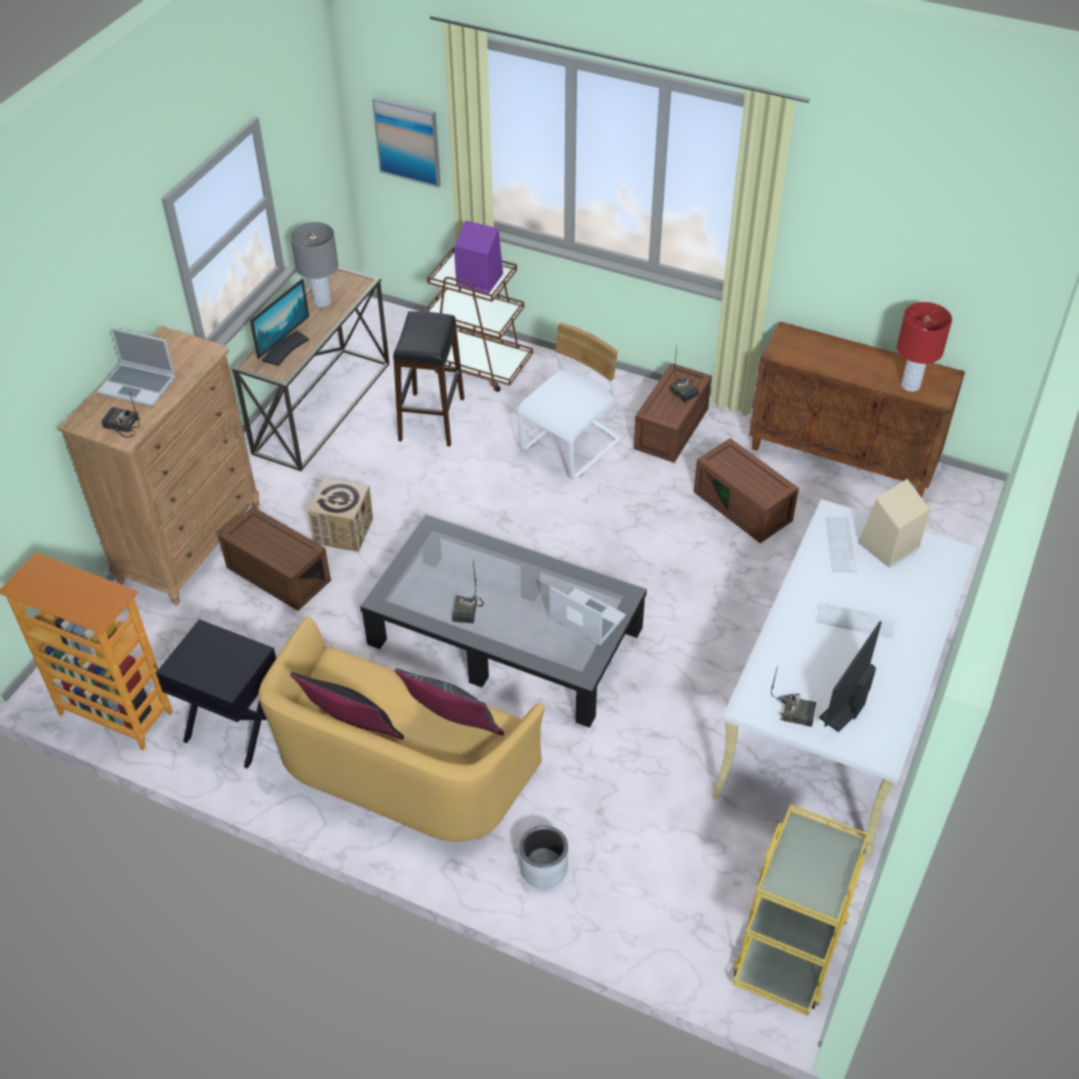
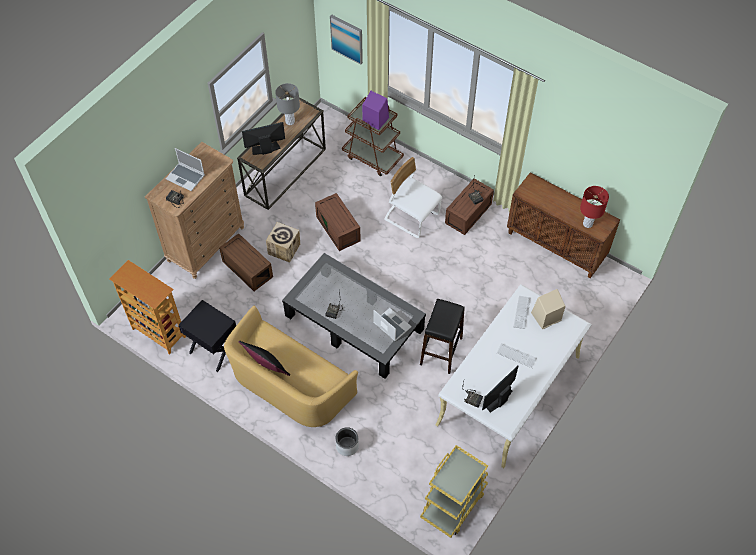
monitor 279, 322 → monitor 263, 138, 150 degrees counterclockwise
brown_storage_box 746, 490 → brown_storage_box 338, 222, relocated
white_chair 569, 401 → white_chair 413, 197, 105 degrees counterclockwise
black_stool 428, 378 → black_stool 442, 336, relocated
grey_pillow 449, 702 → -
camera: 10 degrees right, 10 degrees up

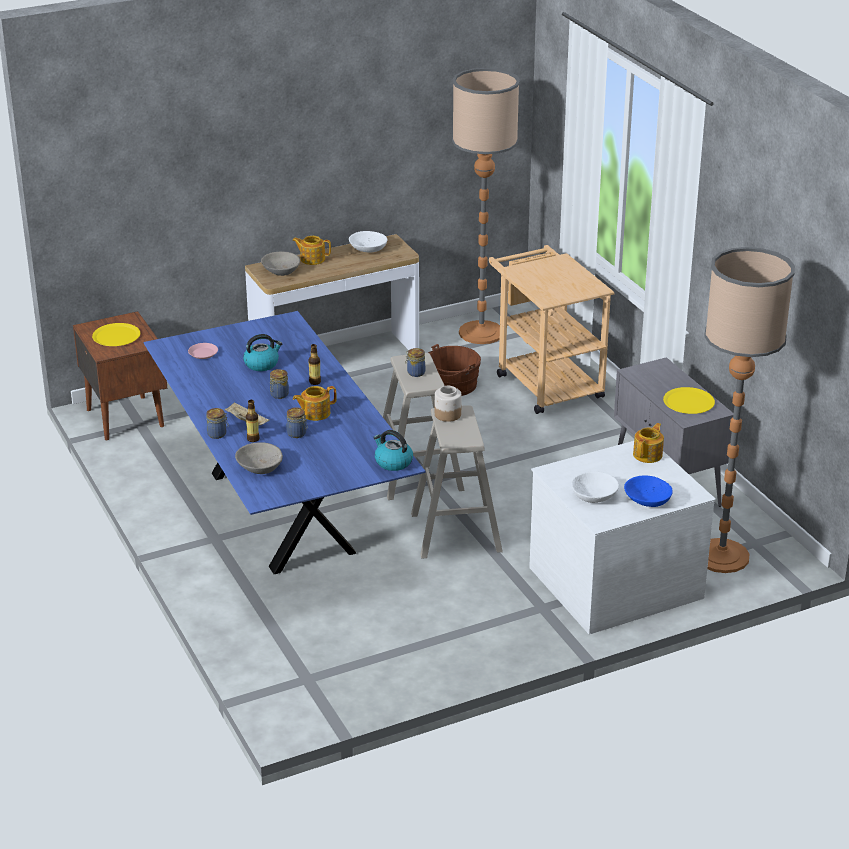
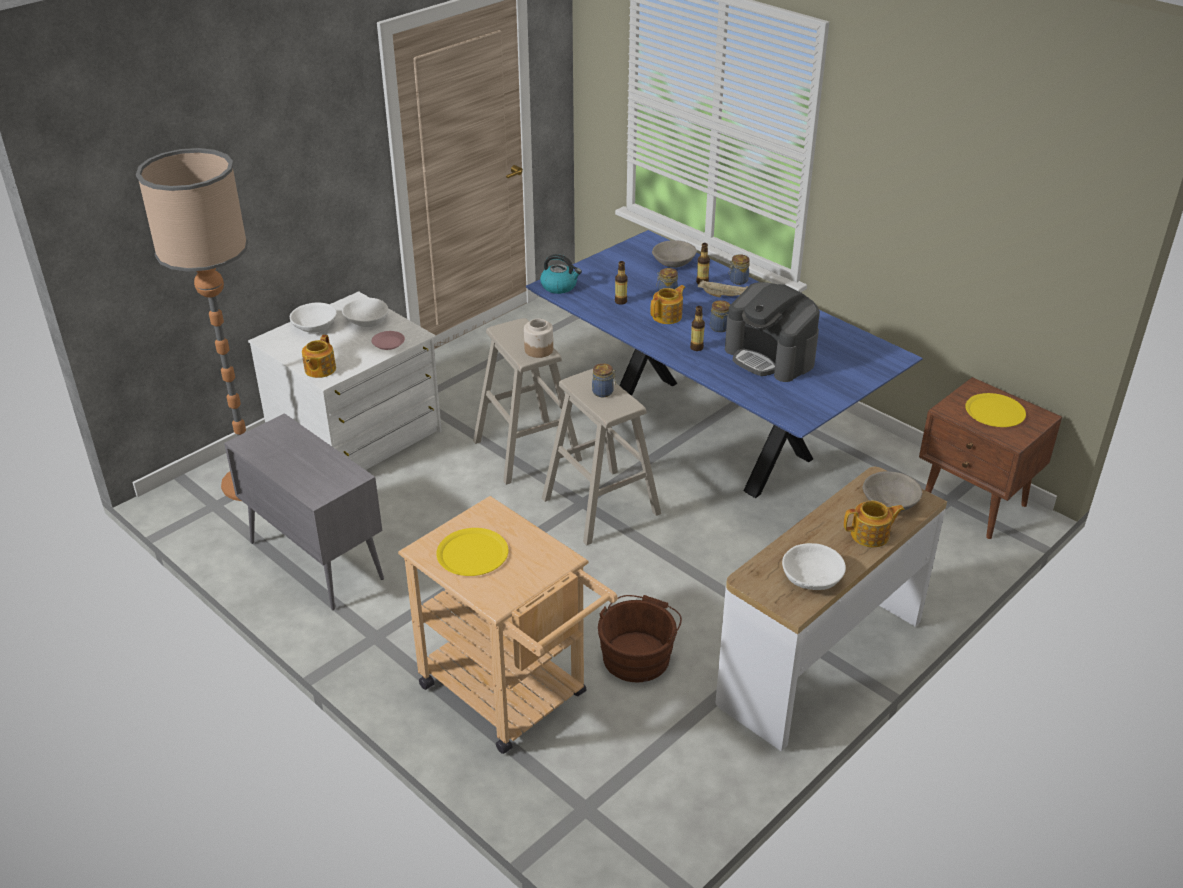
blue_bowl 648, 491 → white_bowl 313, 317
pink_plate 203, 351 → pink_plate 388, 340, relocated
yellow_plate 689, 400 → yellow_plate 472, 552, relocated
- → bottle 621, 283
kettle 262, 352 → coffee_machine 772, 332
floor_lamp 486, 206 → -
camera: 160 degrees right, 5 degrees up

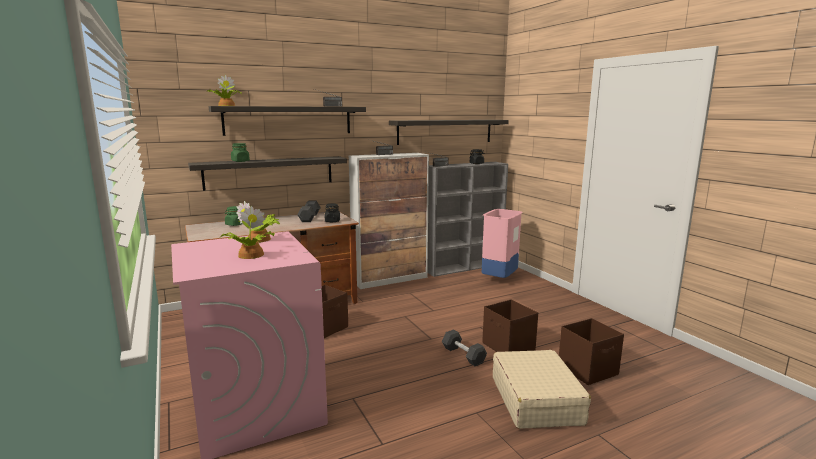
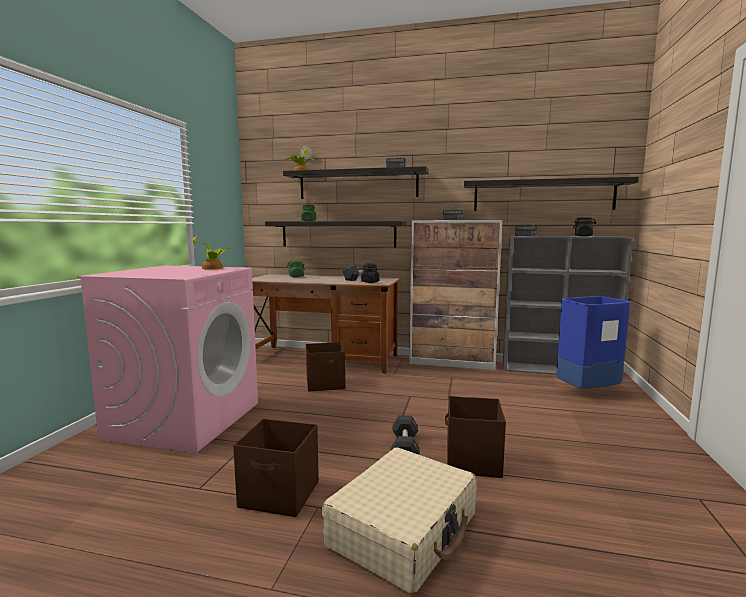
brown_storage_box 591, 351 → brown_storage_box 276, 468, relocated
pink_trash_can 502, 243 → blue_trash_can 593, 342
potted_plant 247, 232 → -
camera: 40 degrees right, 5 degrees down

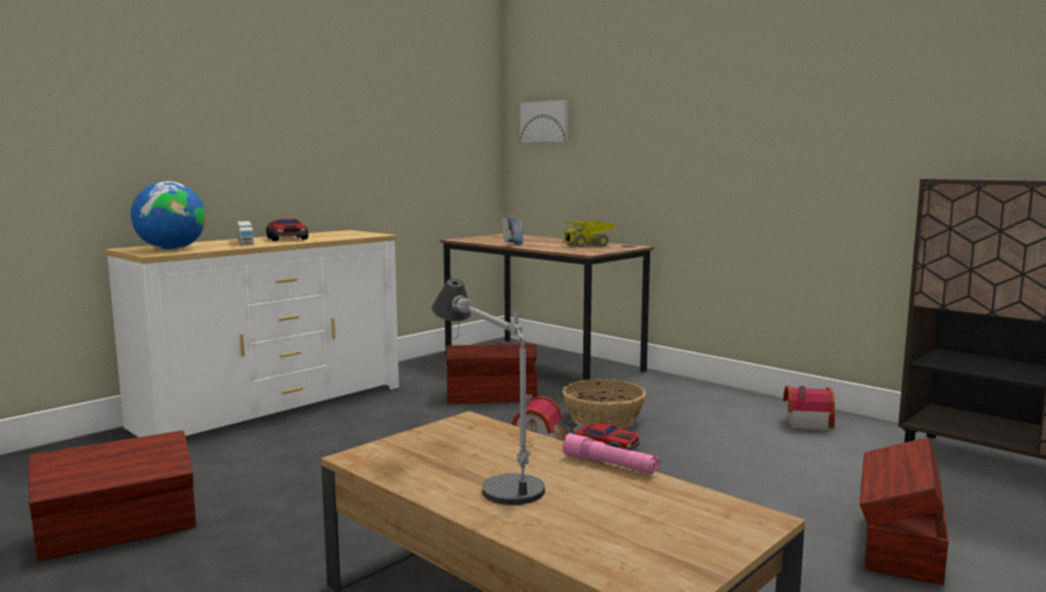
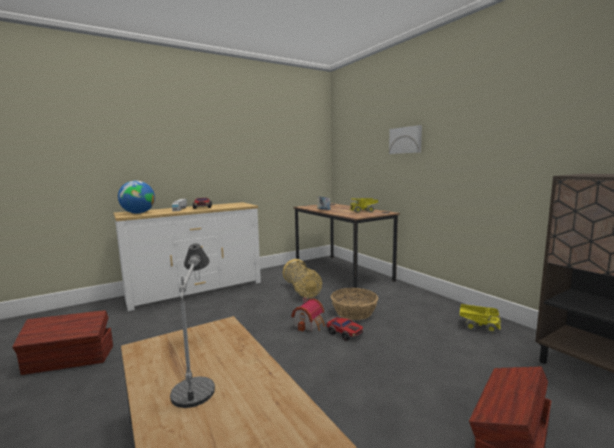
brown_storage_box 491, 374 → basket 302, 278
picture 544, 121 → picture 405, 139, relocated
toy_house 809, 408 → toy_truck 481, 318
pink_flashlight 611, 453 → -
camera: 15 degrees right, 0 degrees up

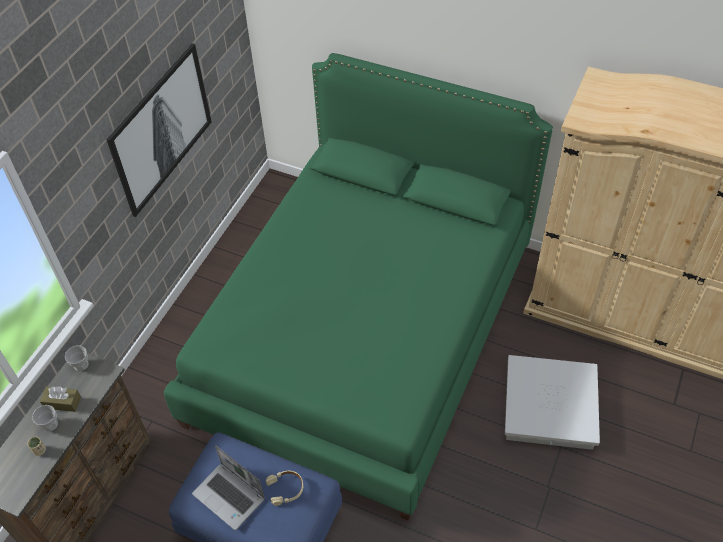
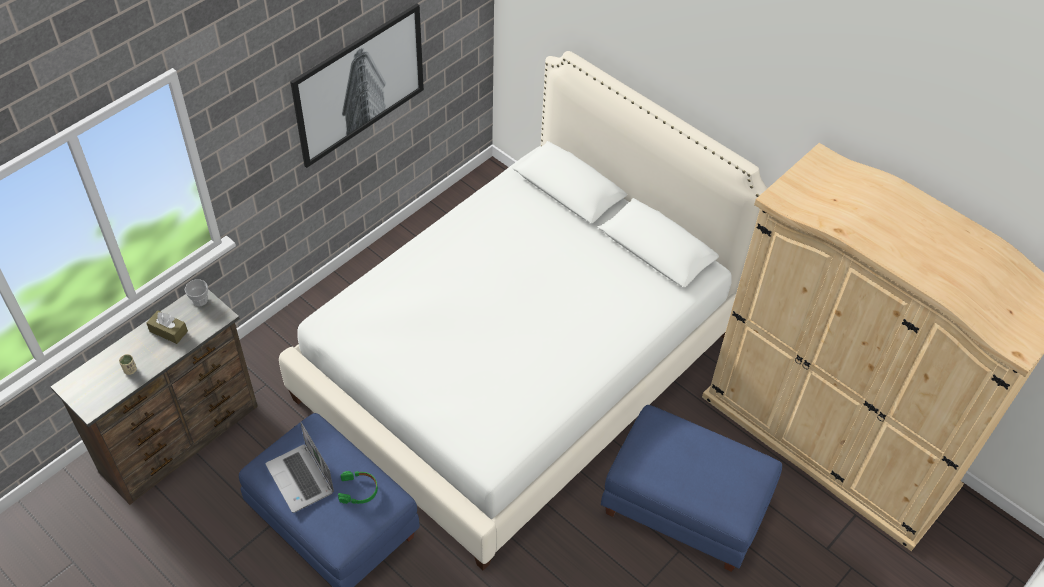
green_bed 358, 287 → white_bed 523, 310
beige_headphones 284, 488 → green_headphones 358, 487
white_storage_box 552, 402 → blue_ottoman 691, 488
cup 45, 418 → -
camera: 15 degrees right, 0 degrees up

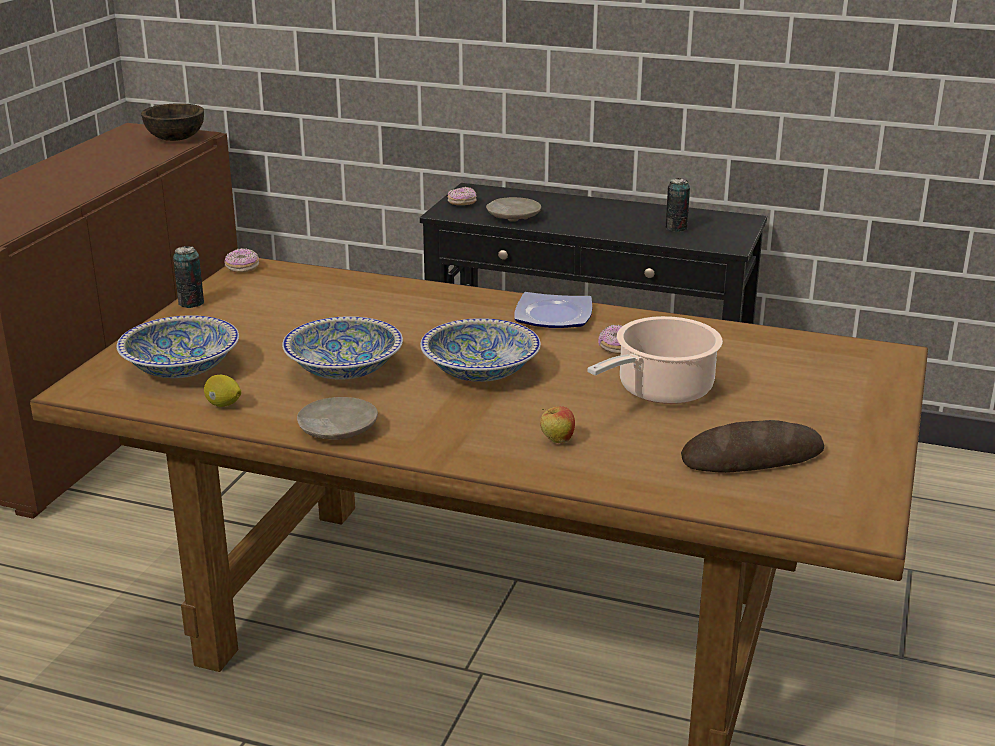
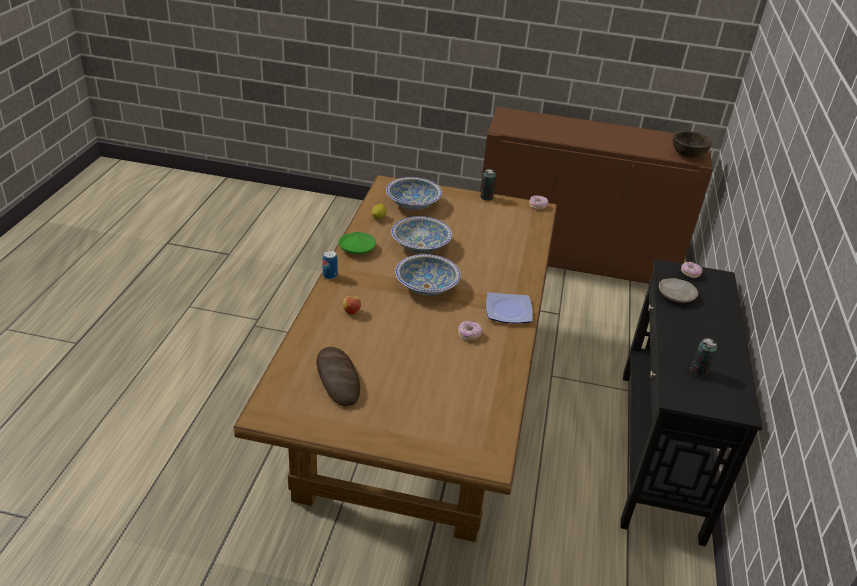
- → can 330, 265
beige_plate 337, 418 → green_plate 357, 243
cooking_pot 655, 360 → -
camera: 80 degrees right, 10 degrees up

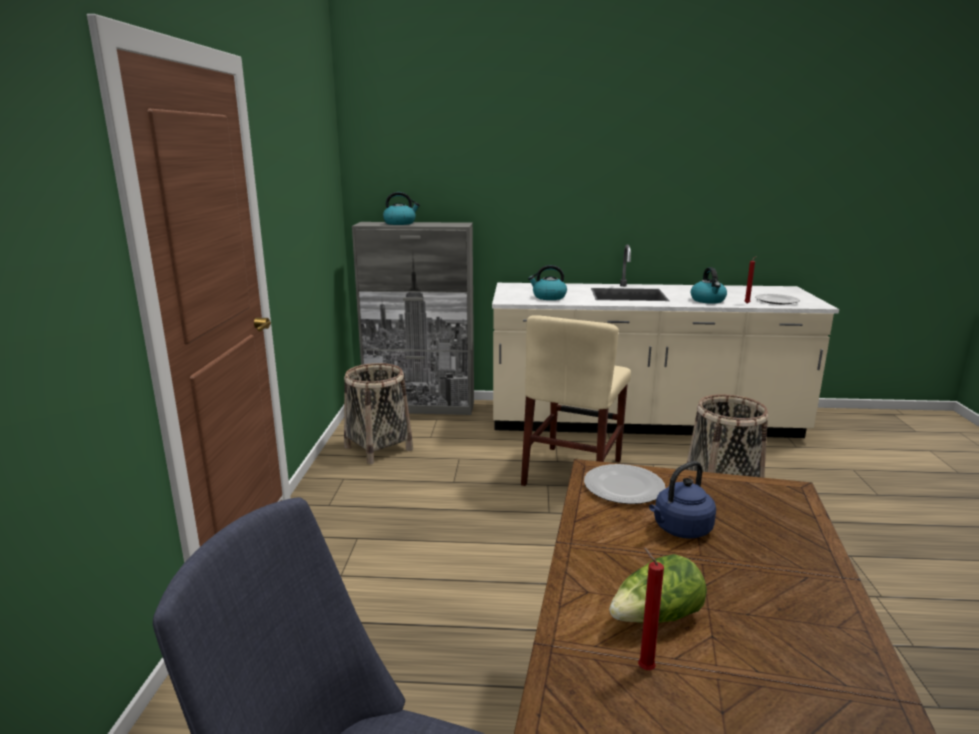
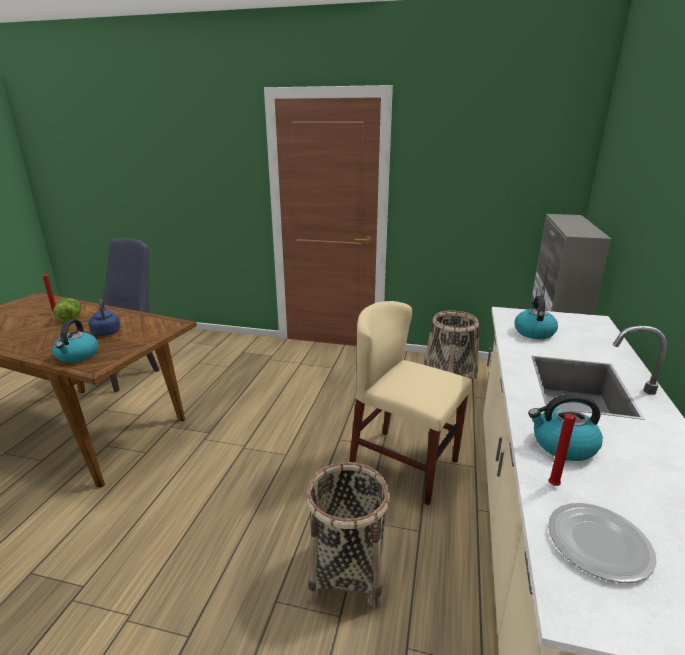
kettle 401, 208 → kettle 75, 341, relocated
plate 624, 484 → -
camera: 100 degrees right, 5 degrees up

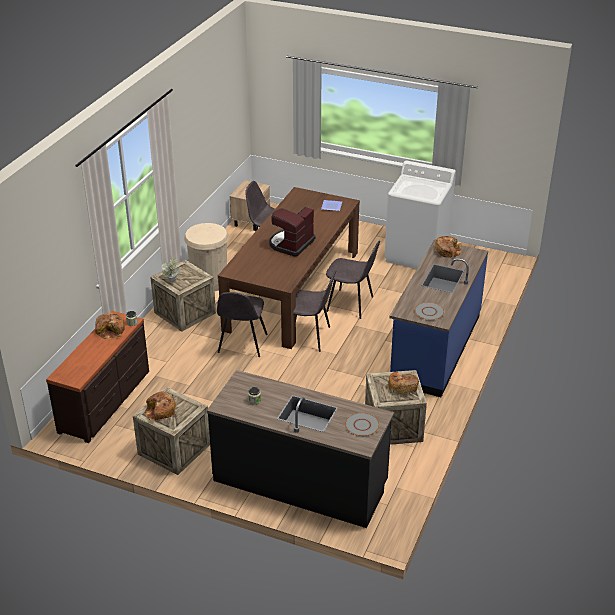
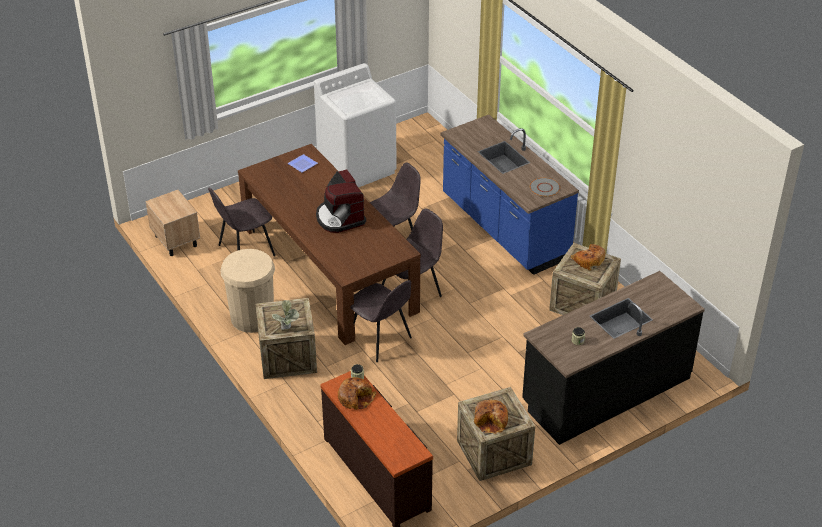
grey_plate 362, 424 → -
bread 448, 247 → -
camera: 55 degrees left, 5 degrees up

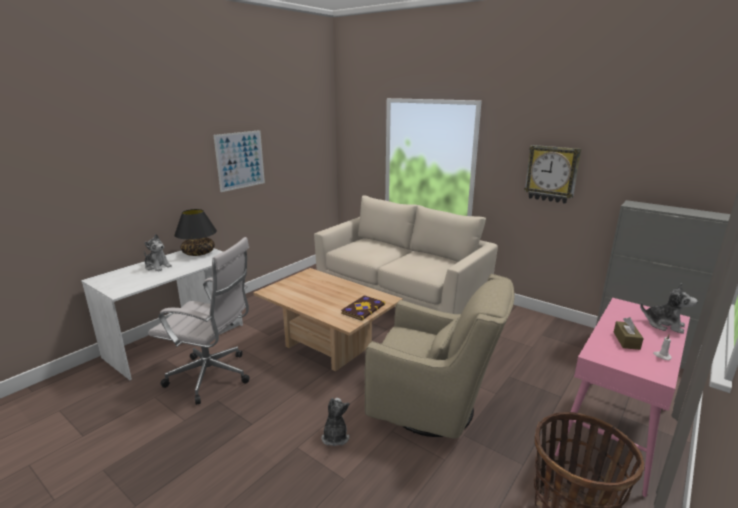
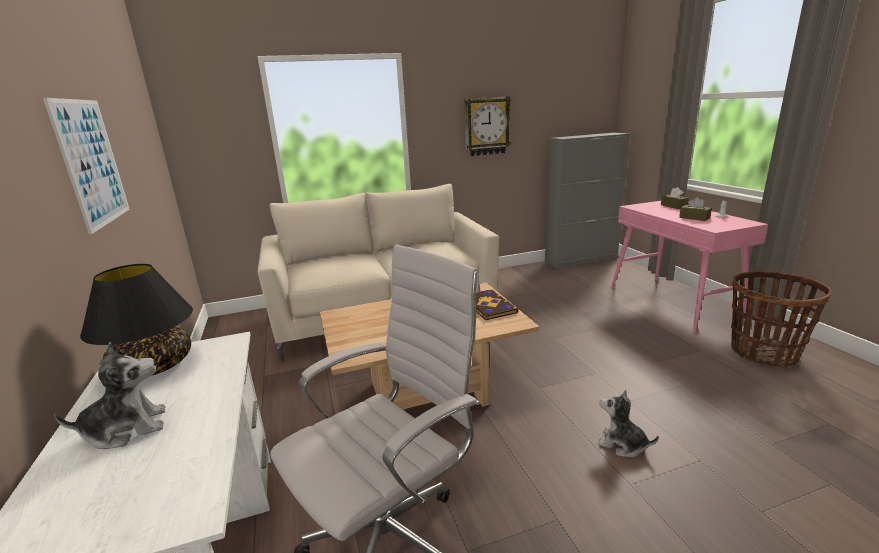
plush_toy 669, 308 → brown_tissue_box 675, 198
beige_armchair 439, 356 → -
camera: 55 degrees left, 0 degrees up

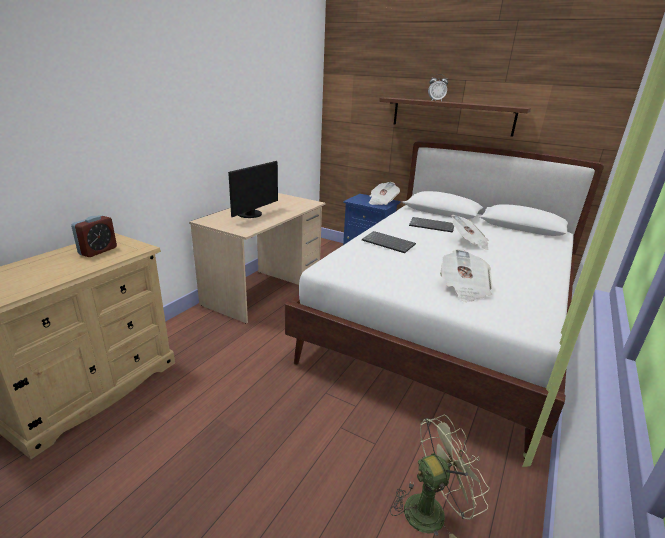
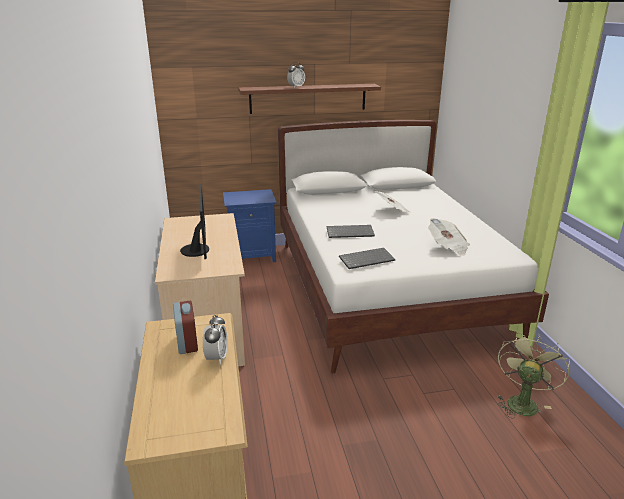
- → alarm_clock 215, 339
keyboard 431, 225 → keyboard 367, 258, relocated
newspaper 384, 193 → -
camera: 40 degrees left, 0 degrees up

